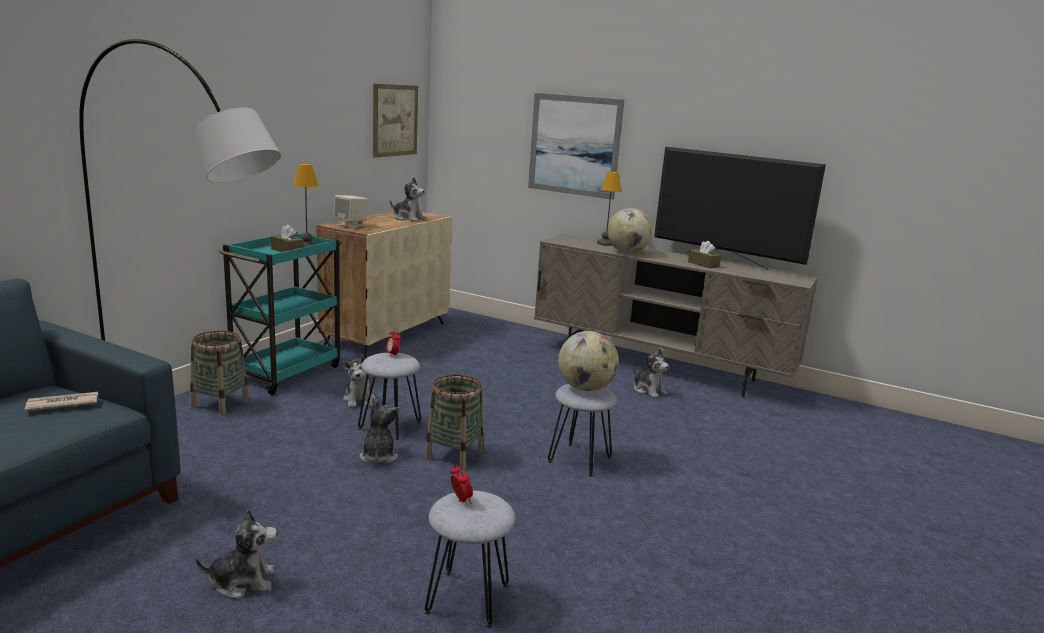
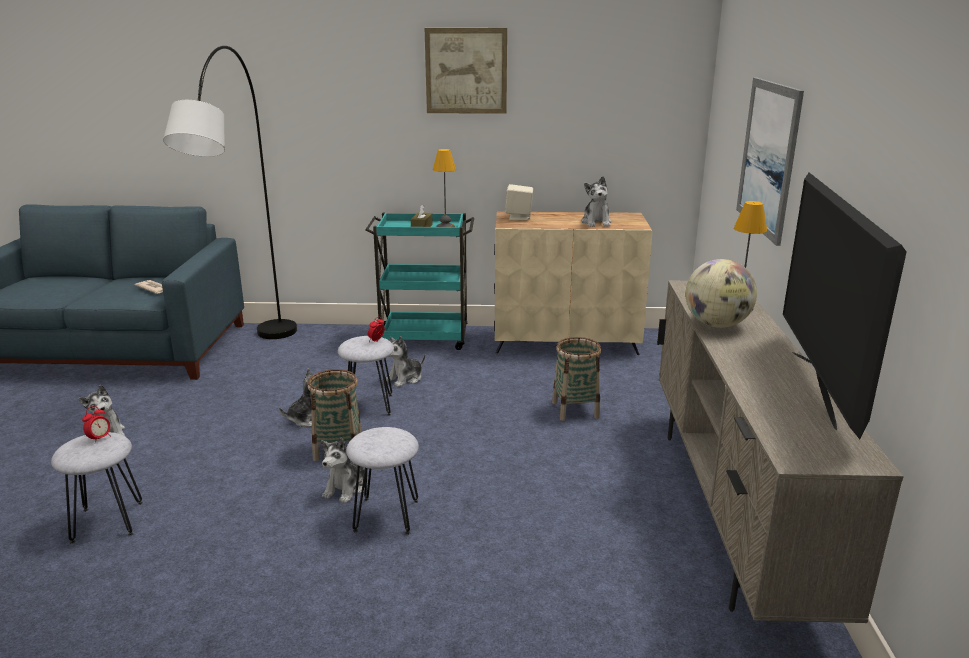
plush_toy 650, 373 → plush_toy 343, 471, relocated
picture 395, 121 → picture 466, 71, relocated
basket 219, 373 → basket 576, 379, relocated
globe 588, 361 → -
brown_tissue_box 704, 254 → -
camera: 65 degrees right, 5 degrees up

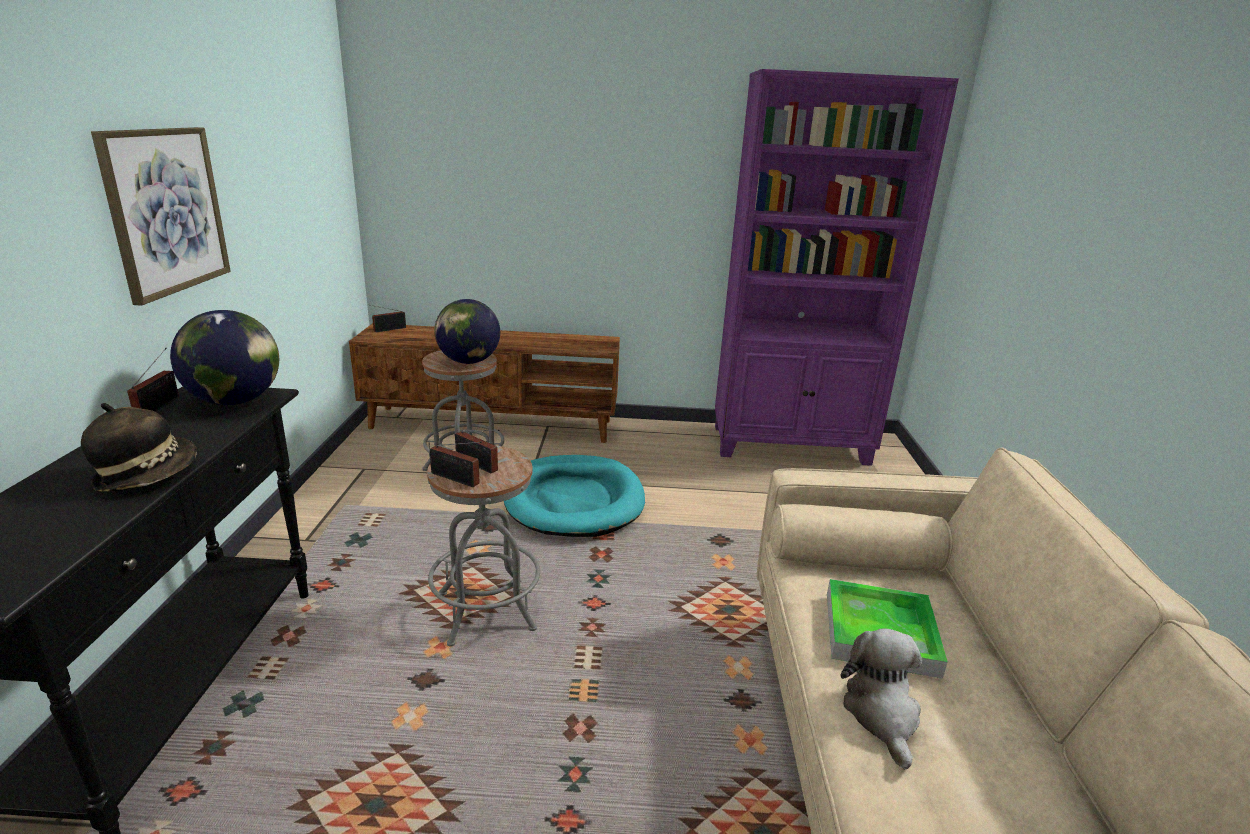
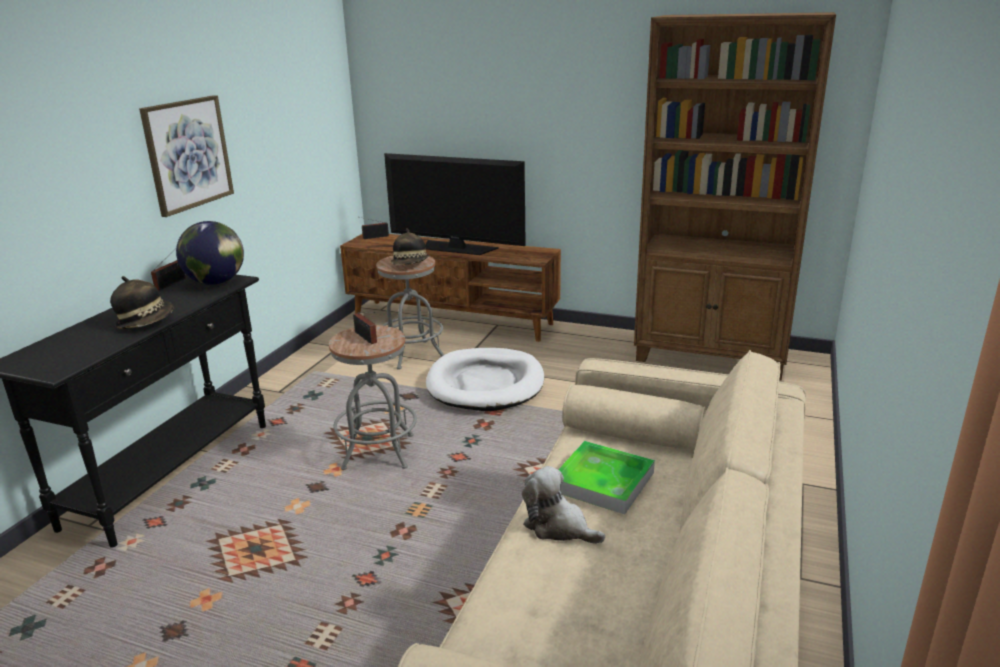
- → television 455, 204
globe 467, 331 → hat 410, 246
turquoise_dog_bed 574, 496 → white_dog_bed 485, 379
plush_toy 881, 699 → plush_toy 563, 505, 75 degrees counterclockwise
purple_bookcase 837, 267 → brown_bookcase 735, 196
radio 456, 464 → -
camera: 20 degrees right, 0 degrees up

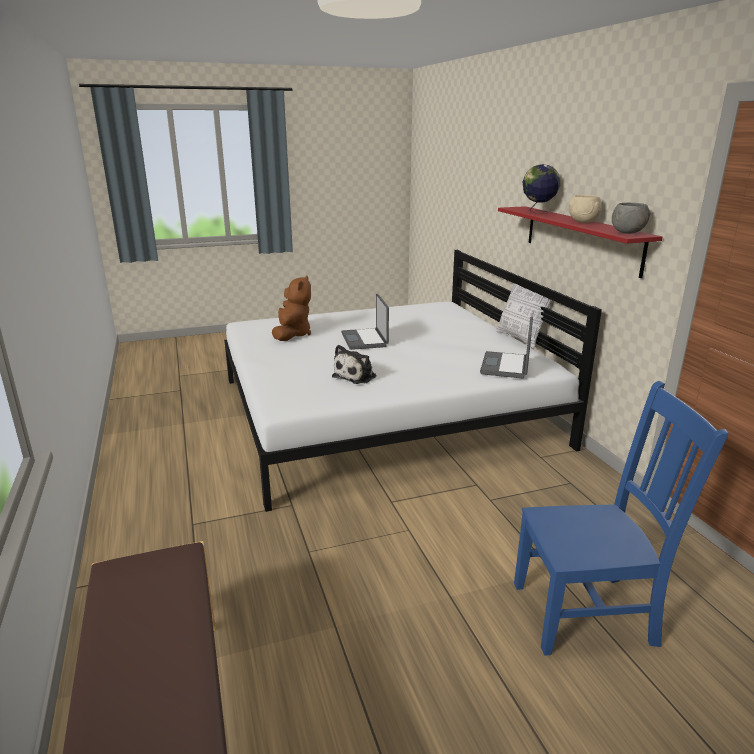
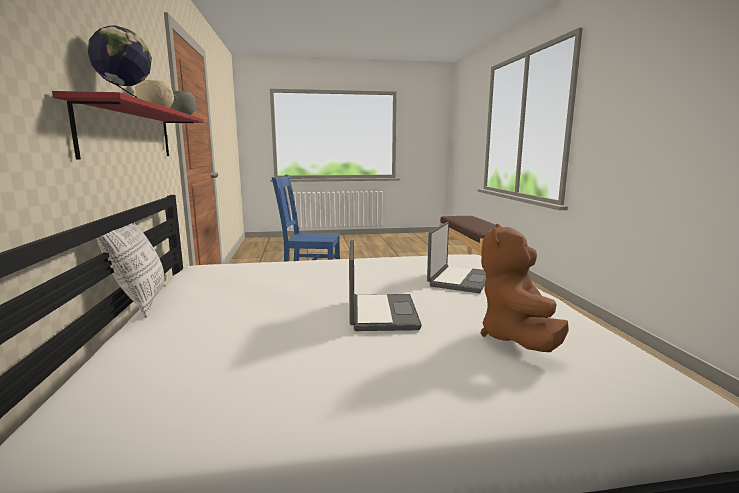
laptop 506, 347 → laptop 456, 257, relocated
plush_toy 354, 364 → -
camera: 170 degrees left, 10 degrees down

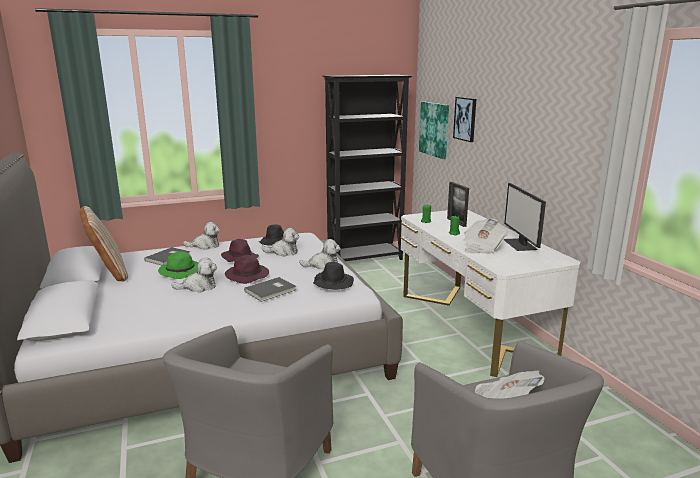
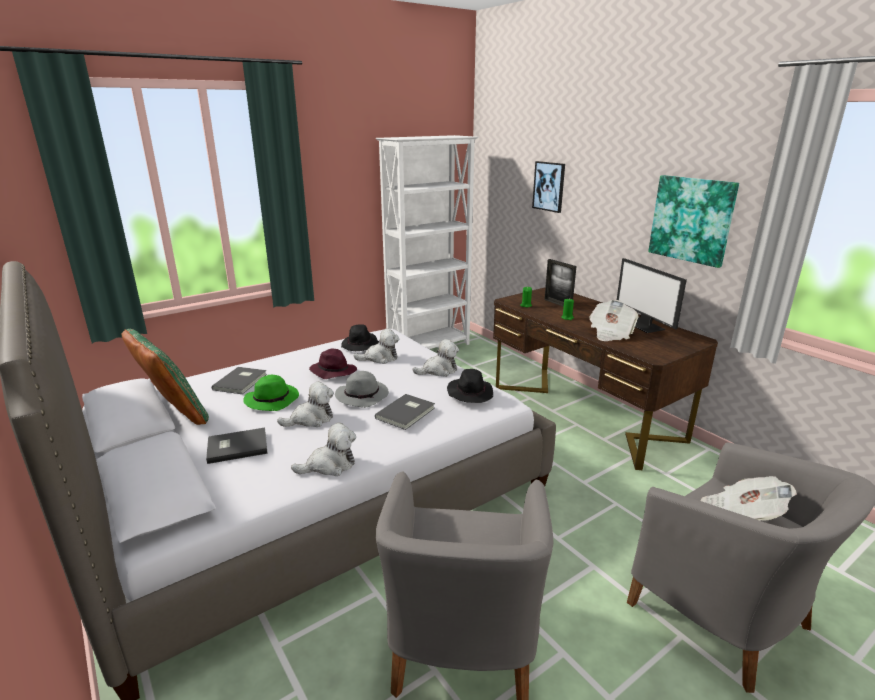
beige_pillow 103, 244 → green_pillow 165, 377
- → grey_book 237, 446
plush_toy 201, 236 → plush_toy 323, 449, relocated
purple_hat 247, 269 → grey_hat 362, 389
black_bookcase 367, 168 → white_bookcase 427, 242
white_desk 491, 293 → brown_desk 605, 378
picture 434, 130 → picture 693, 221, relocated
camera: 15 degrees left, 5 degrees up

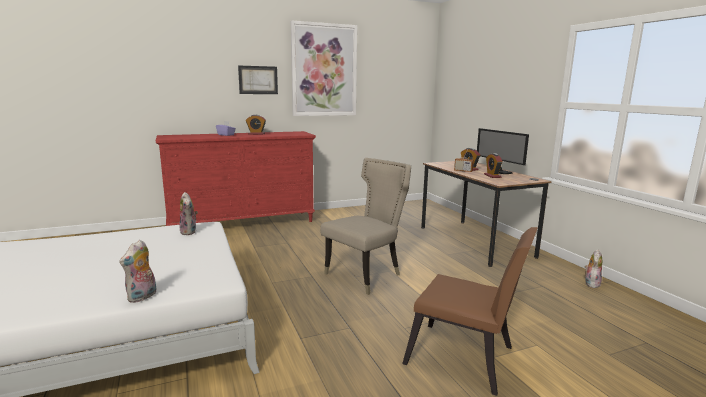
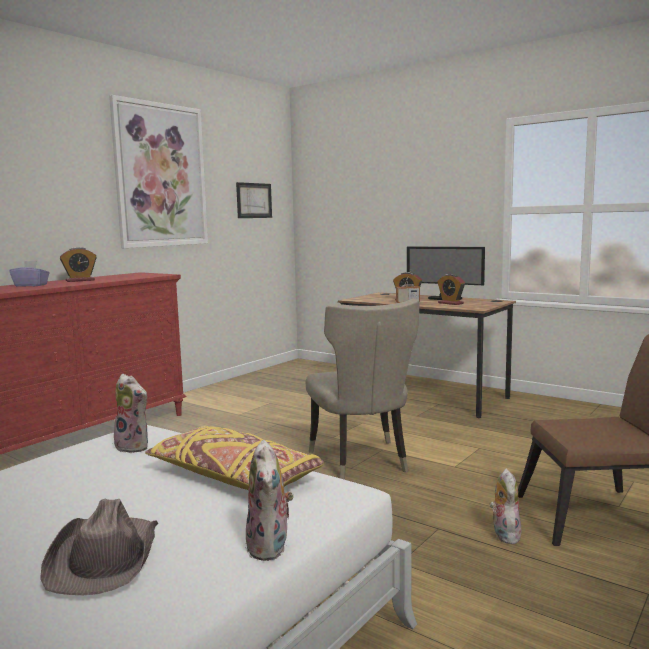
- → brown_hat 99, 547
- → yellow_pillow 234, 458
picture 258, 79 → picture 254, 200, relocated
beige_chair 365, 226 → beige_chair 363, 389, 150 degrees clockwise
plush_toy 593, 269 → plush_toy 506, 506, relocated
camera: 30 degrees left, 5 degrees down

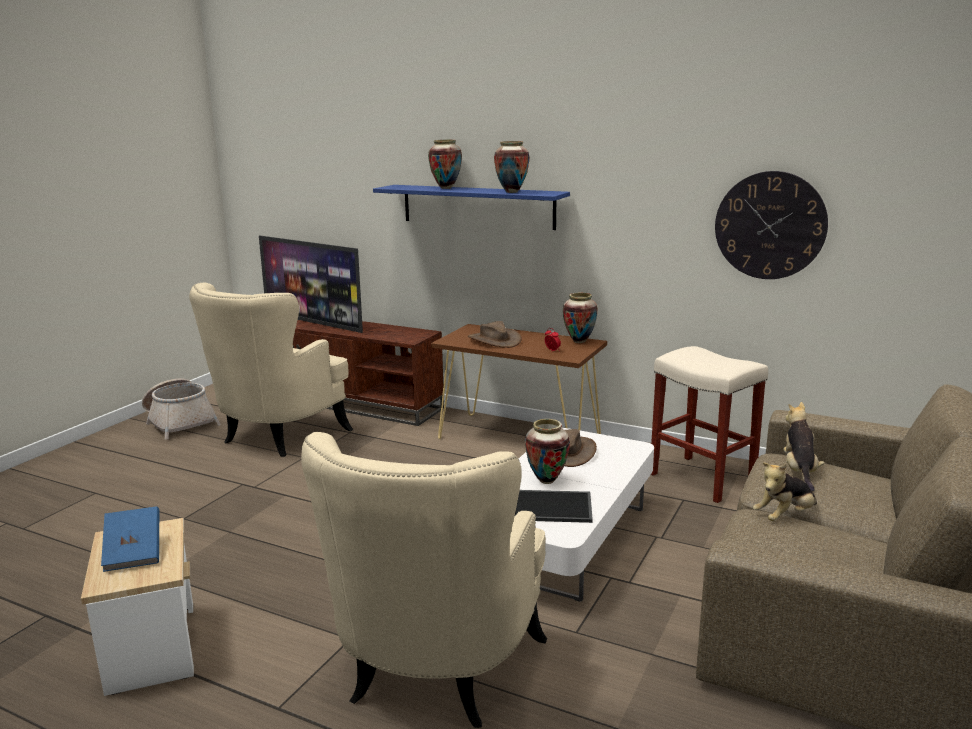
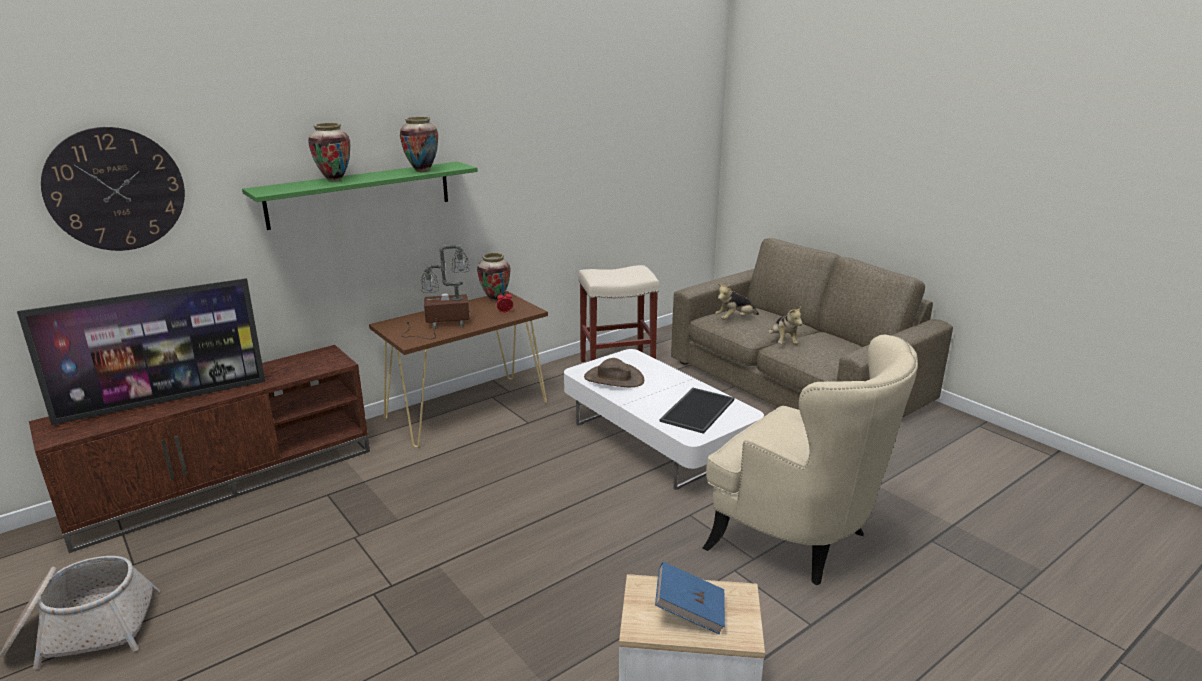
wall_clock 771, 225 → wall_clock 113, 189, relocated
blue_shelf 471, 207 → green_shelf 360, 195
brown_hat 495, 334 → table_lamp 436, 291
plush_toy 804, 447 → plush_toy 737, 302, 60 degrees counterclockwise
beige_armchair 271, 370 → -
vase 547, 451 → -
camera: 65 degrees left, 5 degrees up

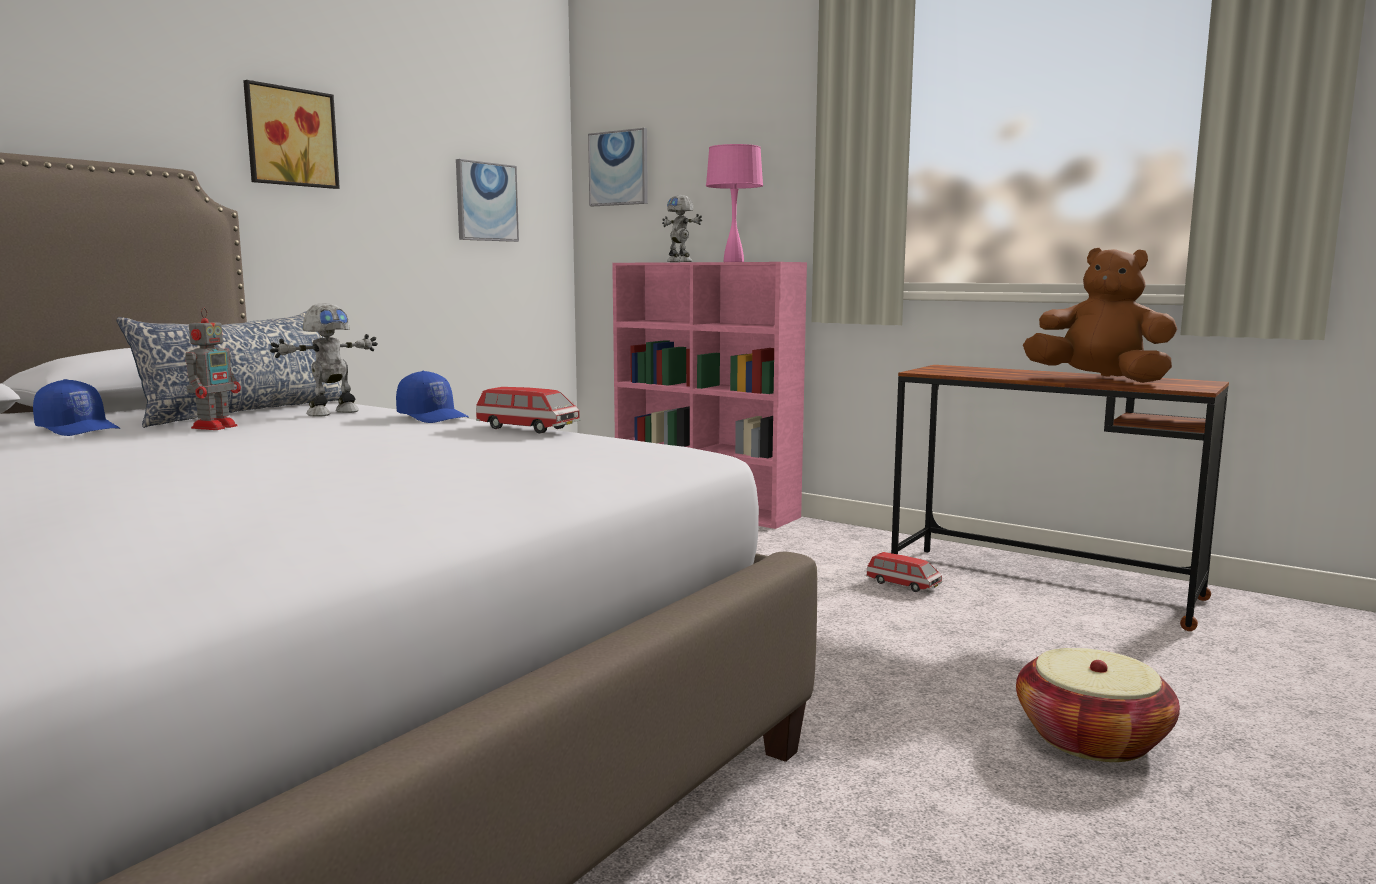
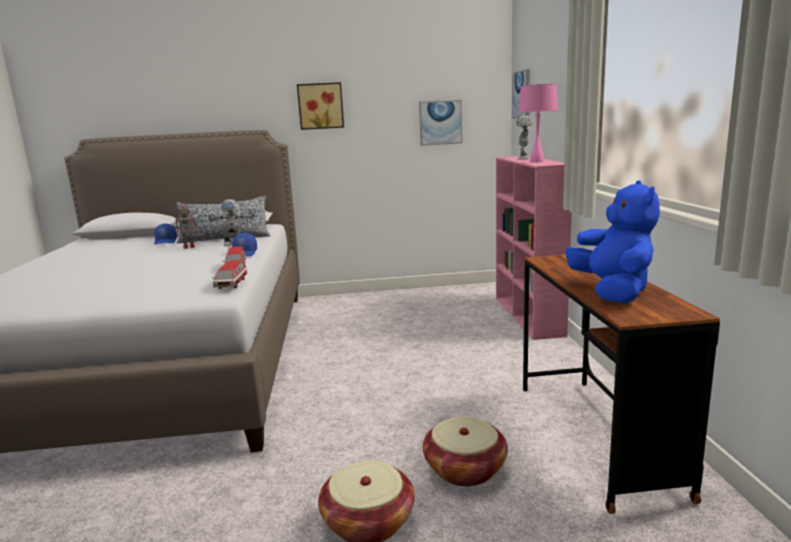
toy_car 904, 572 → toy_car 229, 274, relocated
- → basket 465, 451
brown_plush_toy 1100, 315 → blue_plush_toy 613, 241
camera: 50 degrees right, 5 degrees up

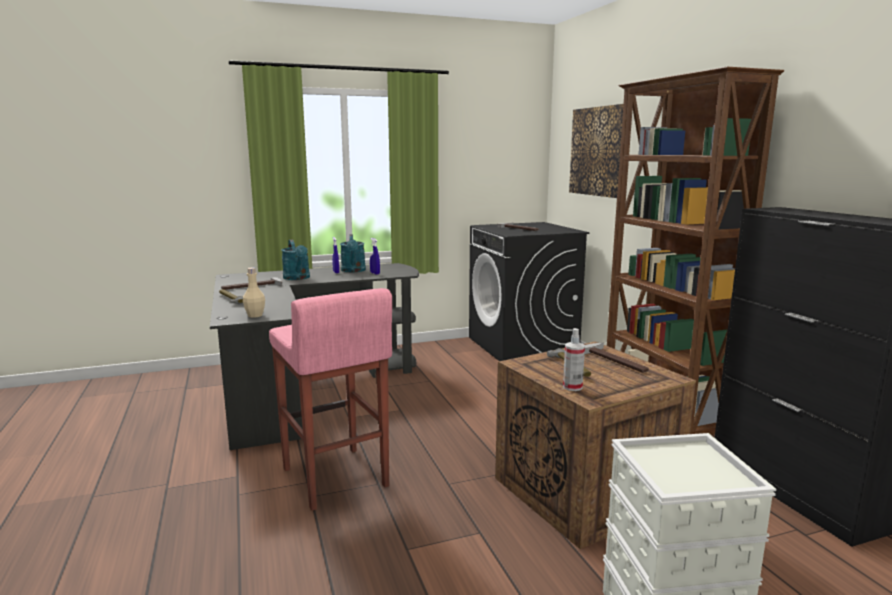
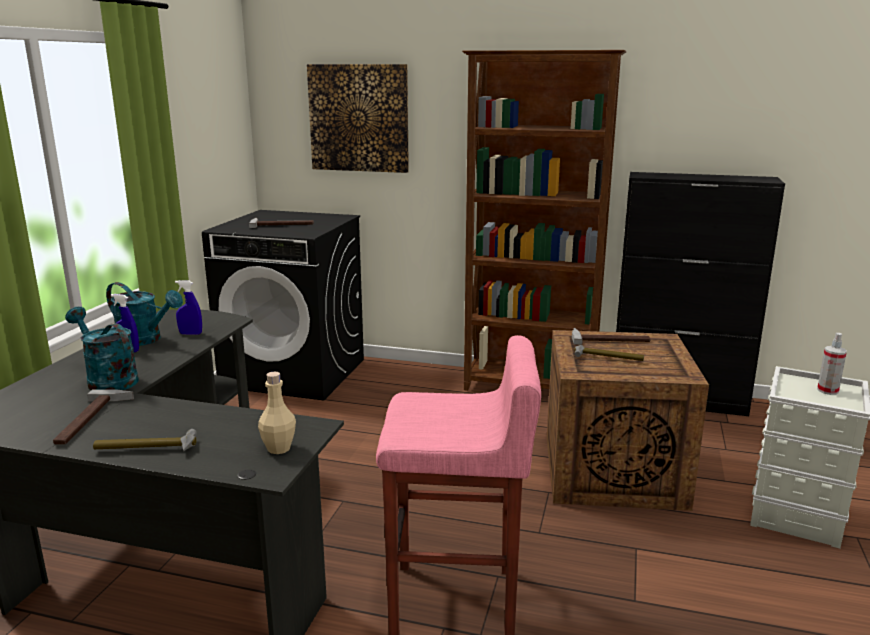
turquoise_watering_can 295, 260 → turquoise_watering_can 102, 348, 150 degrees counterclockwise
spray_bottle 574, 359 → spray_bottle 832, 364, relocated
camera: 55 degrees left, 5 degrees up

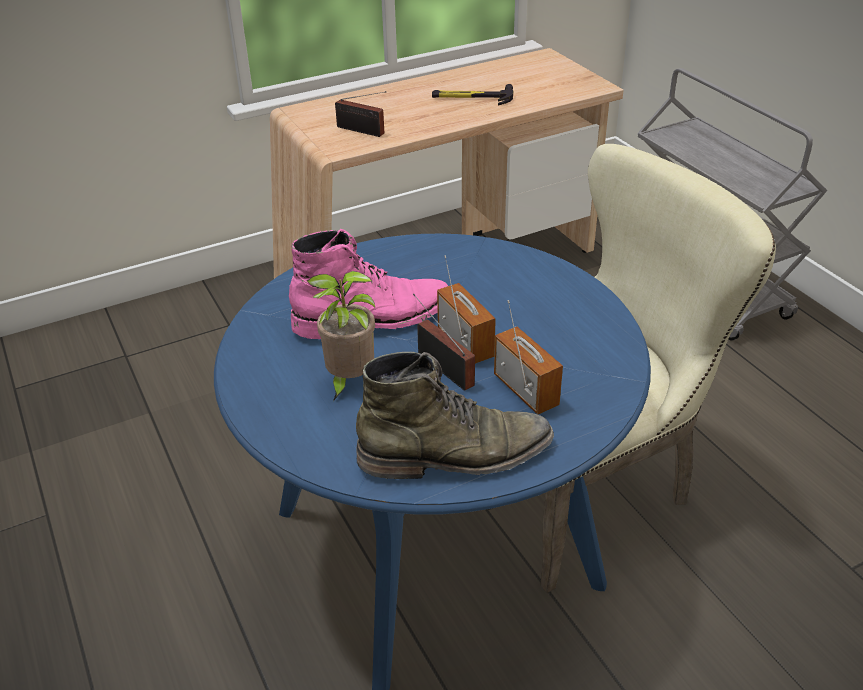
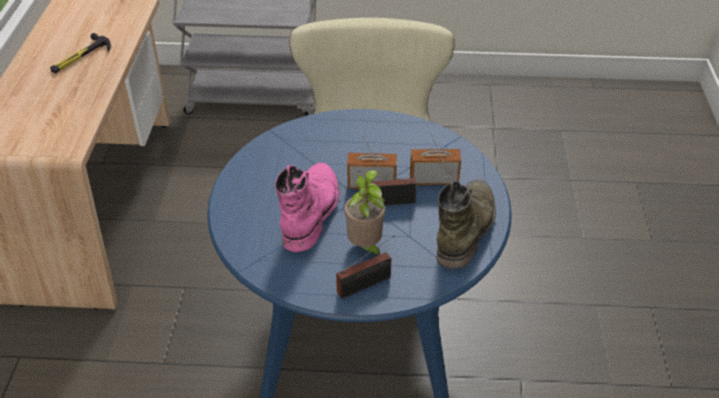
radio 361, 114 → radio 365, 267, relocated
camera: 60 degrees left, 5 degrees up

